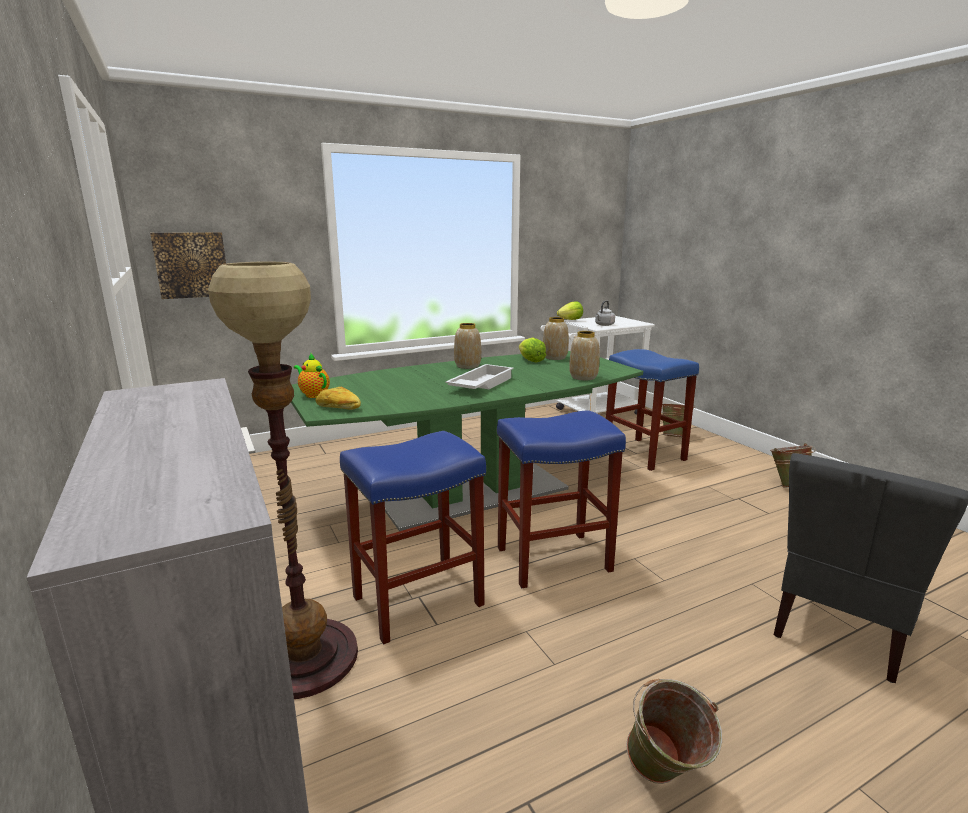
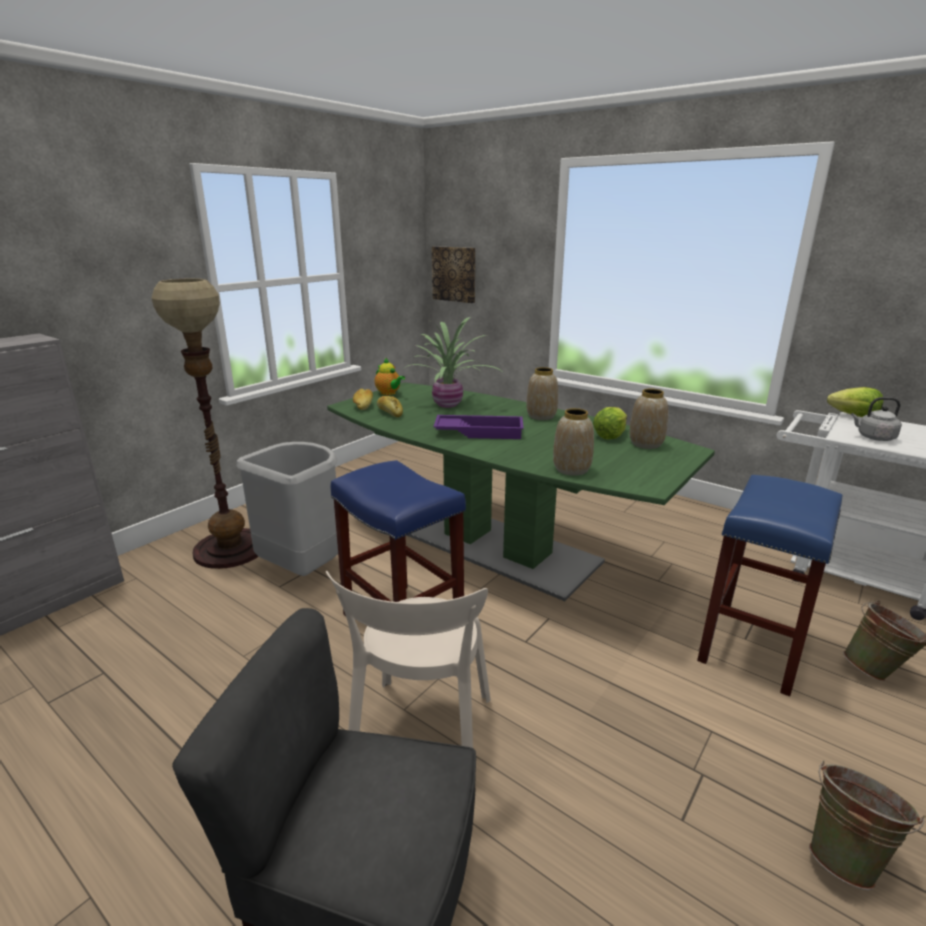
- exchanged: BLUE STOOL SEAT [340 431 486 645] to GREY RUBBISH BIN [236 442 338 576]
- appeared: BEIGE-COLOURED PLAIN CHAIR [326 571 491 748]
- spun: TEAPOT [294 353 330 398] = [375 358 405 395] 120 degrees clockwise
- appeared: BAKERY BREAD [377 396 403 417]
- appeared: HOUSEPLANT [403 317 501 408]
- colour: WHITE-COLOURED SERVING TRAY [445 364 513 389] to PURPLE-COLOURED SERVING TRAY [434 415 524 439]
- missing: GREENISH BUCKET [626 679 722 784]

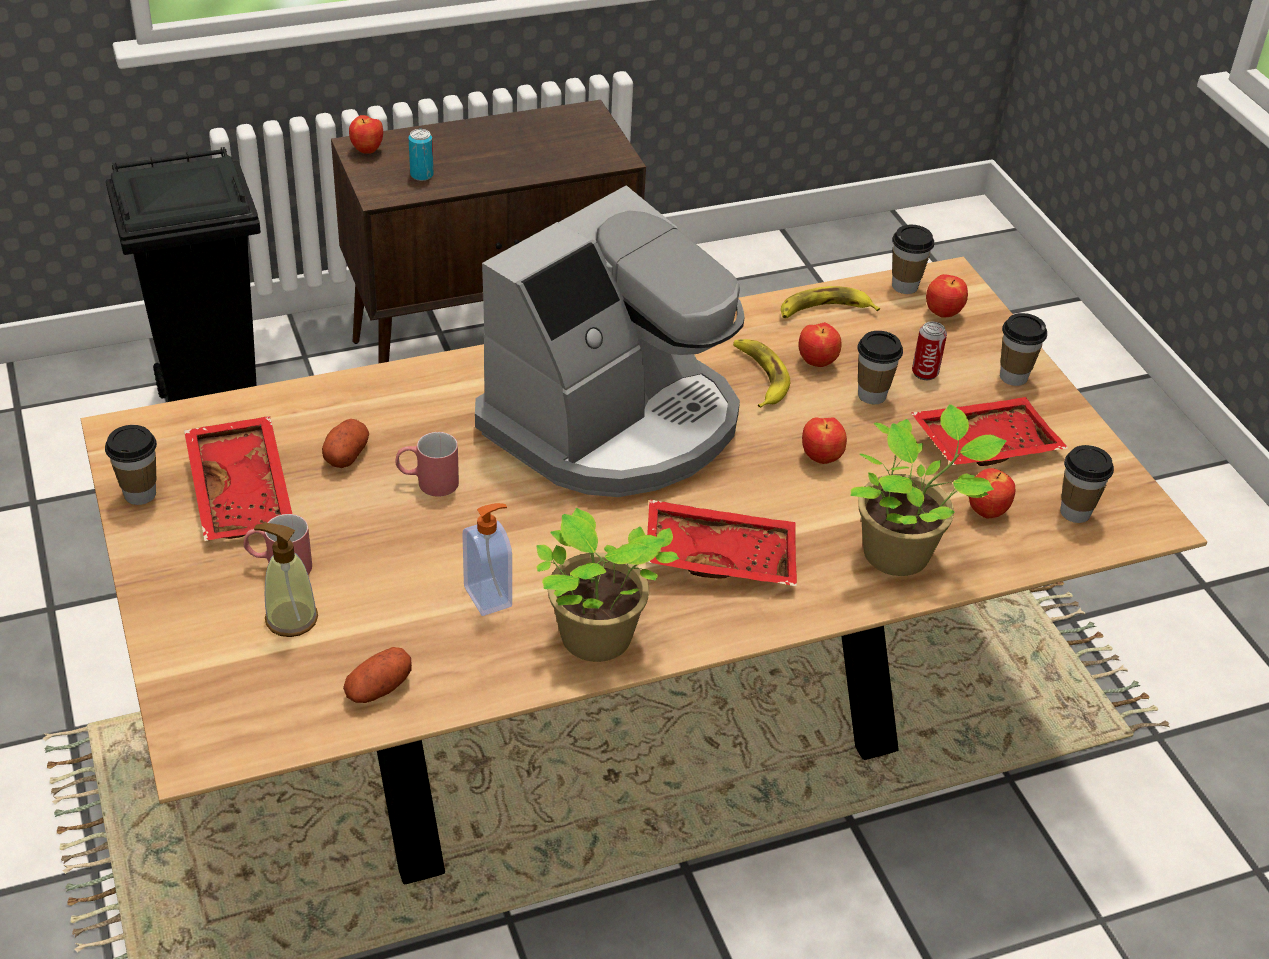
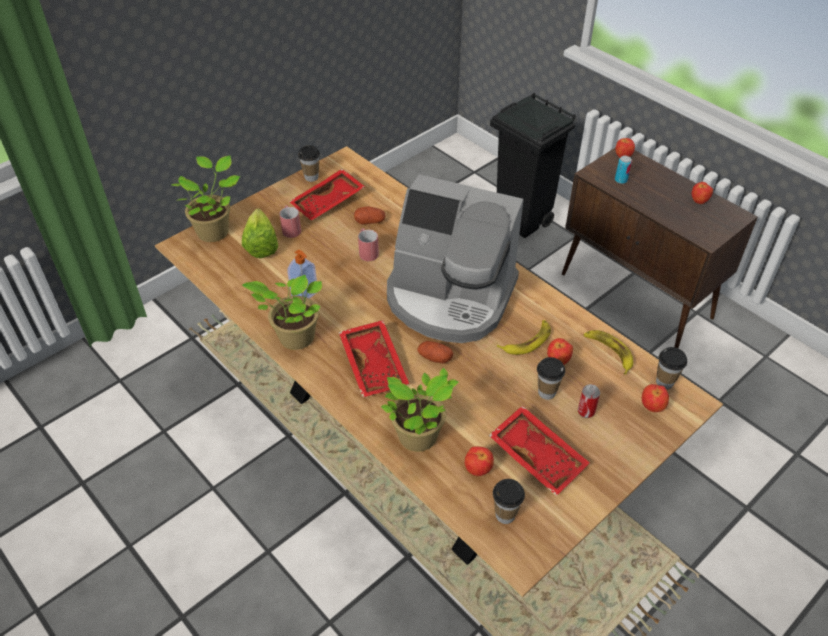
- appeared: HOUSEPLANT [172 155 240 242]
- exchanged: LIQUID SOAP BOTTLE [254 523 318 637] to LETTUCE HEAD [242 208 278 258]
- relocated: WHOLE POTATO [343 647 412 703] to [417 341 453 363]
- relocated: APPLE FRUIT [802 417 847 464] to [692 182 713 204]
- missing: SMALL CUP [1000 313 1047 386]

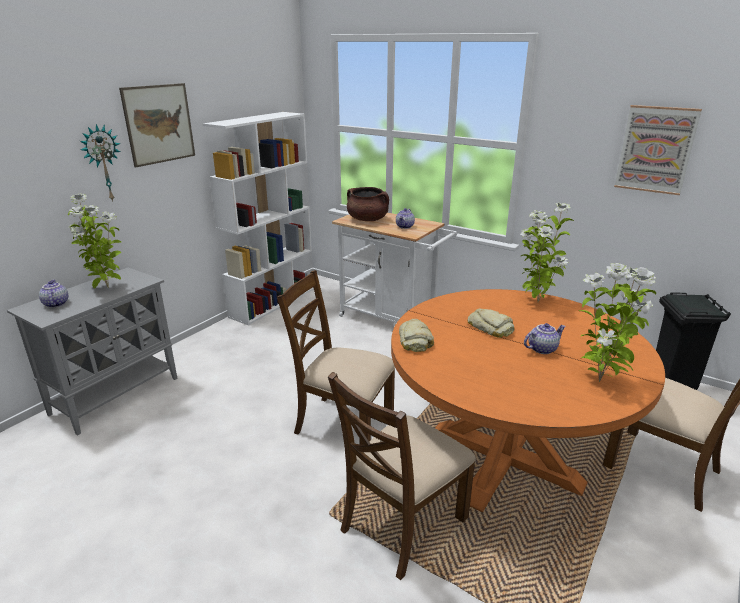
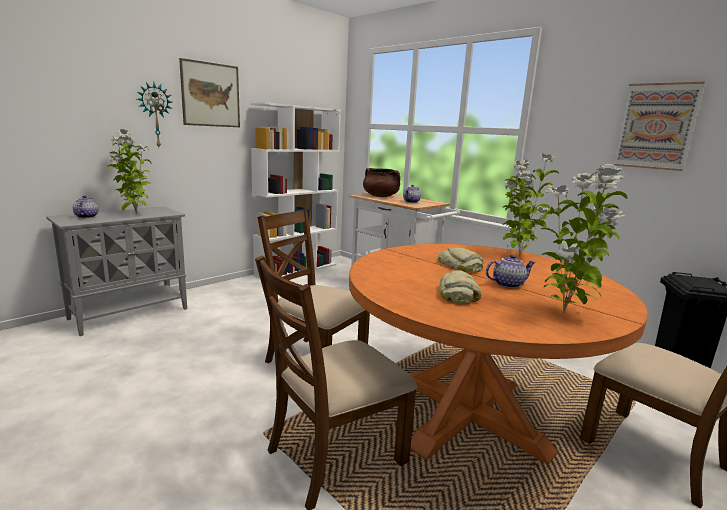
- relocated: BAKERY BREAD [399 319 434 352] to [440 270 481 304]

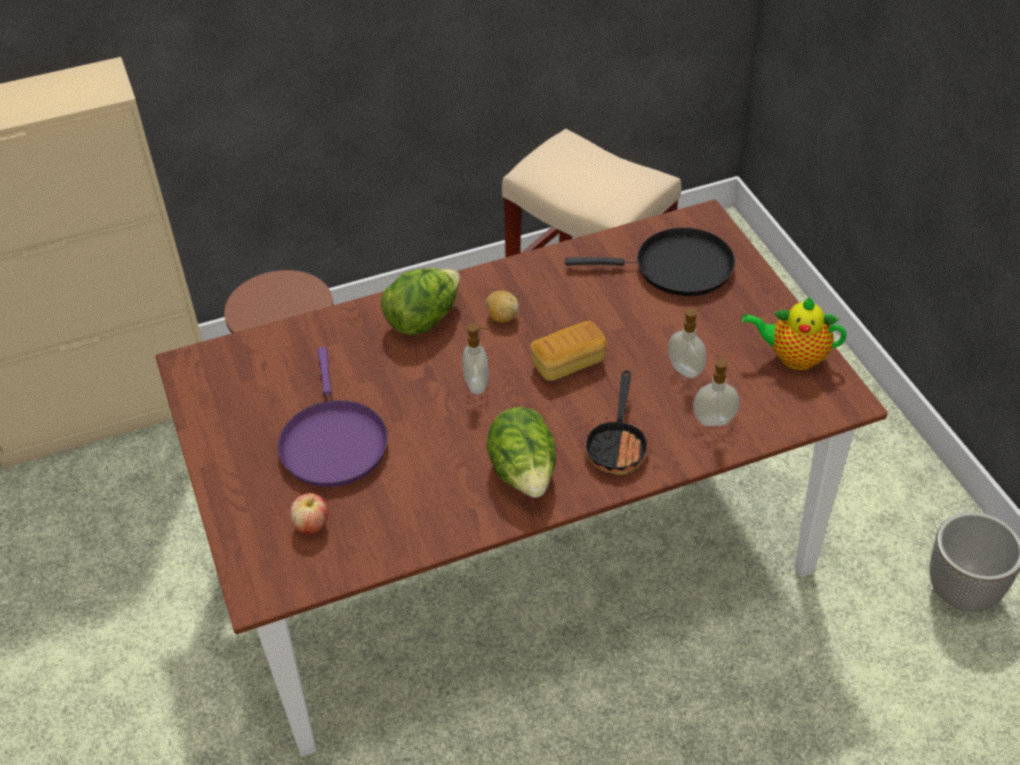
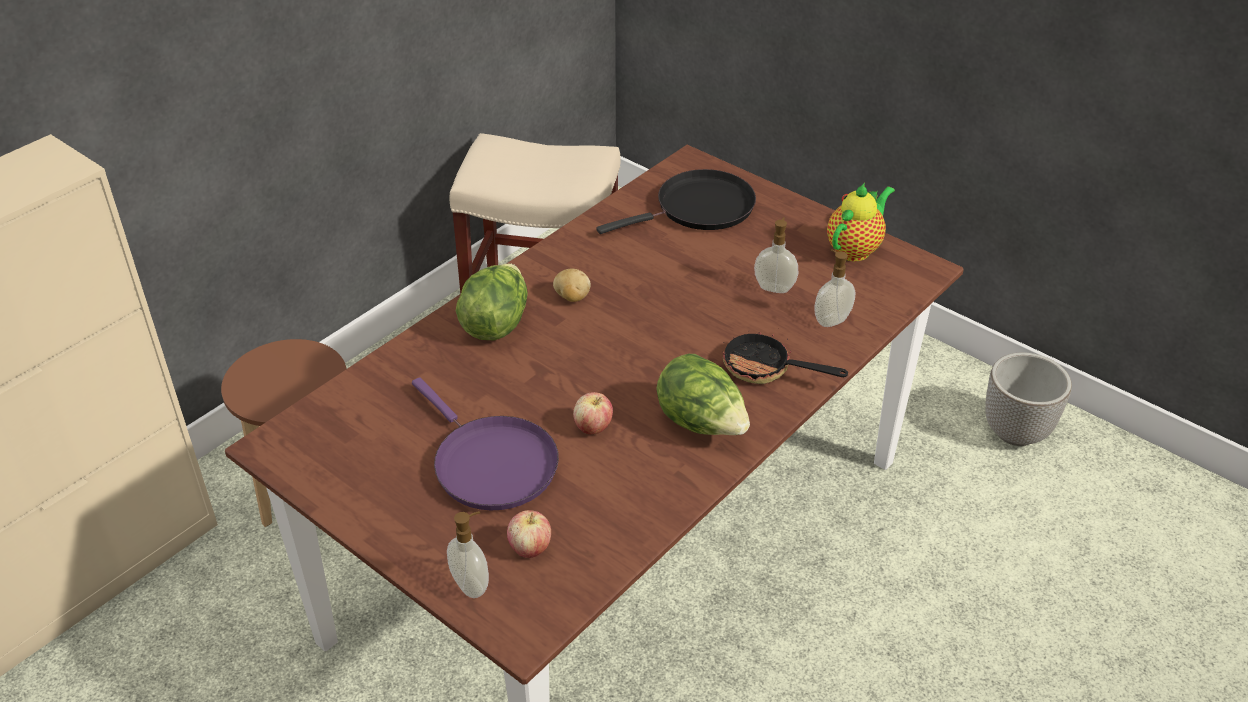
- relocated: LIQUID SOAP BOTTLE [462 323 489 394] to [447 511 489 598]
- appeared: APPLE FRUIT [573 392 613 434]
- spun: PAN [584 370 650 475] = [722 330 848 384] 135 degrees clockwise
- spun: TEAPOT [742 297 847 370] = [827 183 895 262] 150 degrees clockwise
- missing: BAKERY BREAD [530 321 606 381]

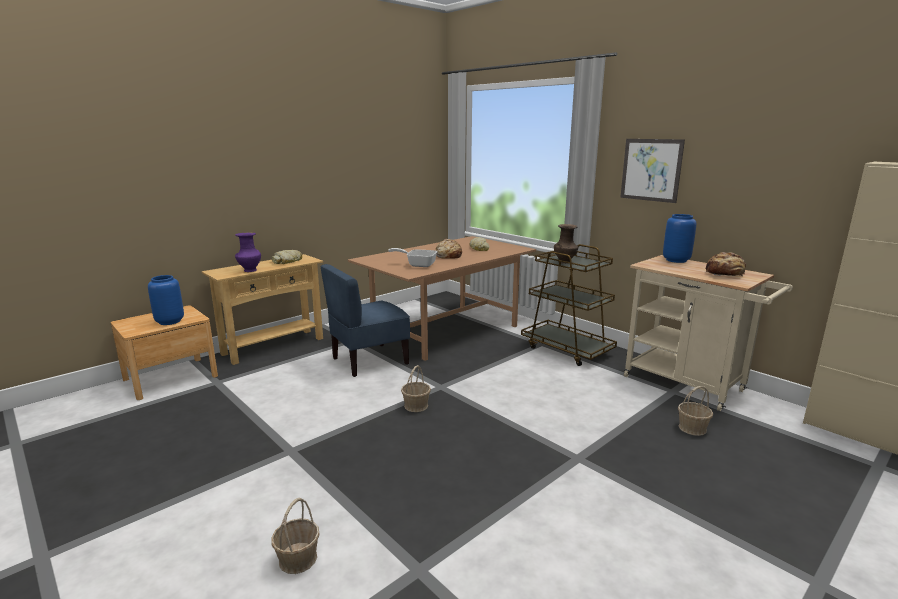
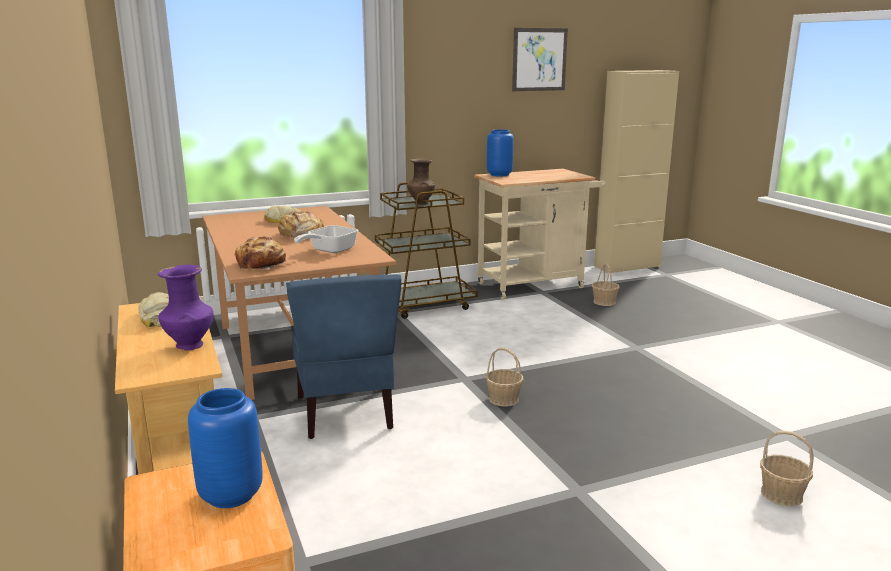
- relocated: BAKERY BREAD [705 252 746 277] to [235 236 286 270]
- relocated: WALL PICTURE [620 139 685 203] to [512 28 568 91]

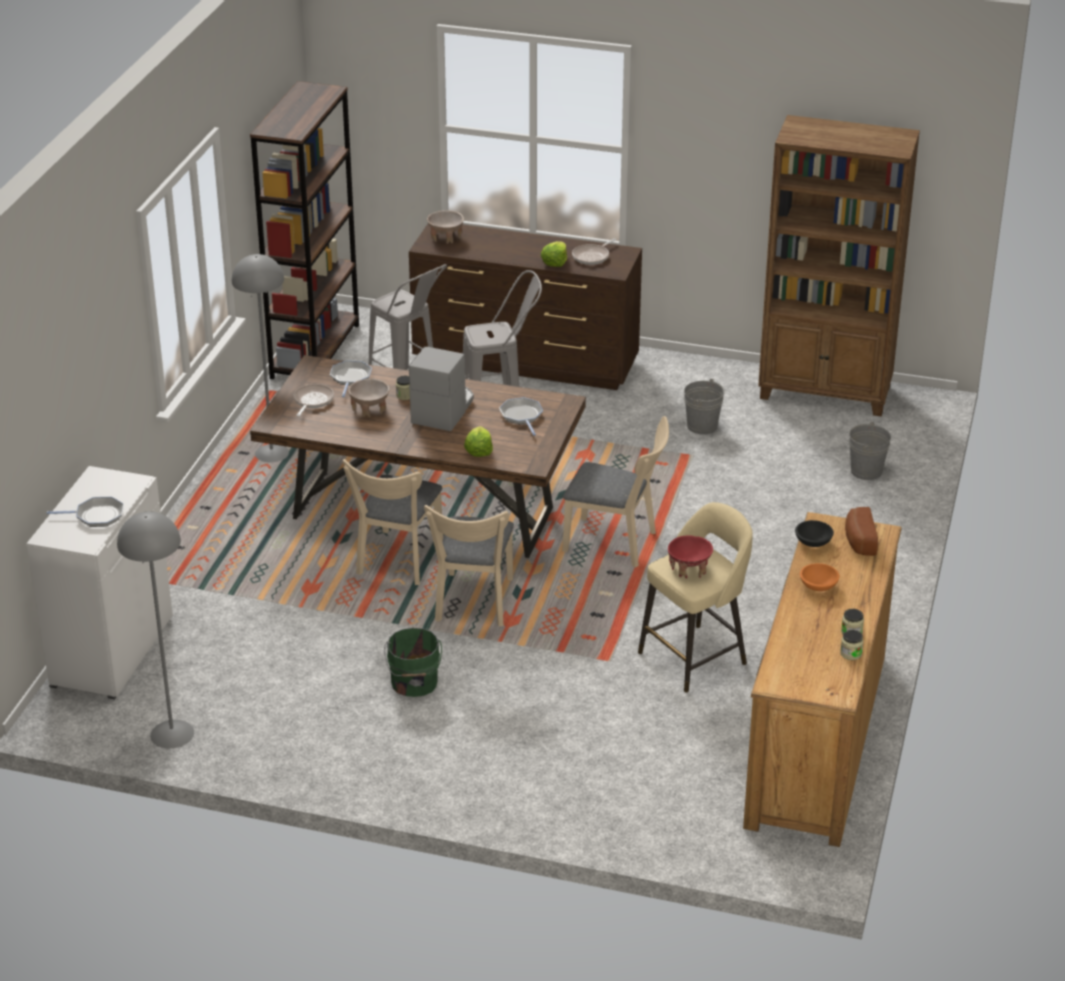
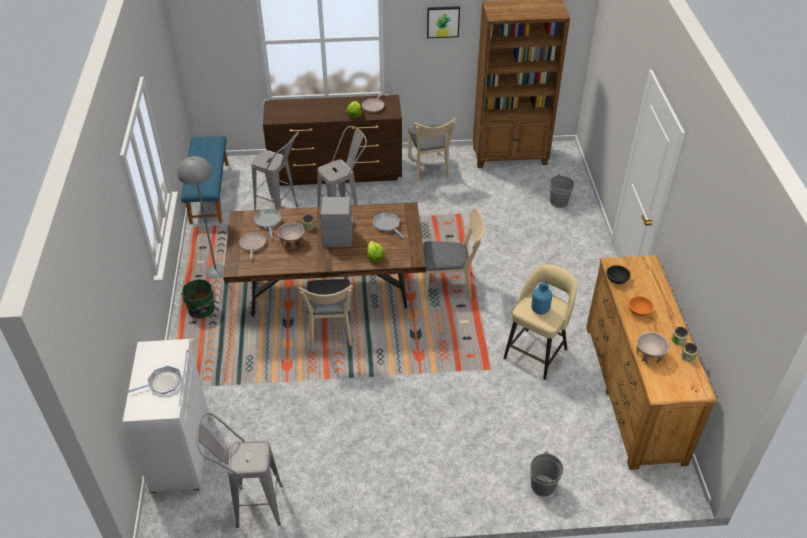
- exchanged: BROWN-COLOURED BOOKSHELF [250 81 359 379] to BLUE INDOOR BENCH [181 136 229 224]
- relocated: GREENISH BUCKET [384 628 442 697] to [181 279 215 319]
- exchanged: GREY STANDING LAMP [117 512 194 748] to GREY STOOL SEAT [196 412 283 528]
- relocated: BEIGE-COLOURED PLAIN CHAIR [424 505 514 627] to [408 118 457 182]
- appeared: WALL PICTURE [427 6 460 38]
- relocated: GREY BUCKET [684 379 725 435] to [530 451 564 497]
- exchanged: RED-COLOURED BOWL [668 536 713 579] to BLUE VASE [531 283 552 314]
- relocated: BEIGE-COLOURED BOWL [427 210 464 244] to [636 332 669 364]
- missing: BAKERY BREAD [845 507 878 556]

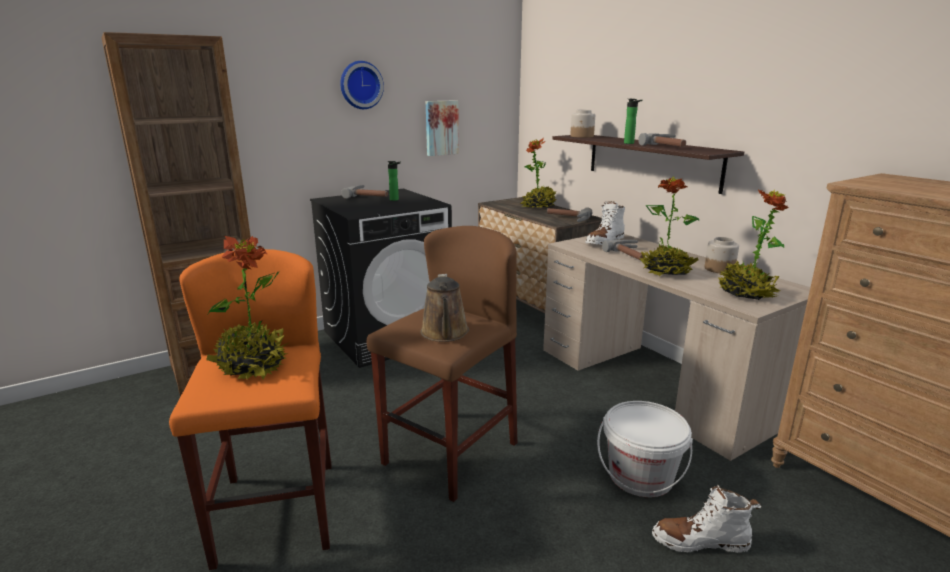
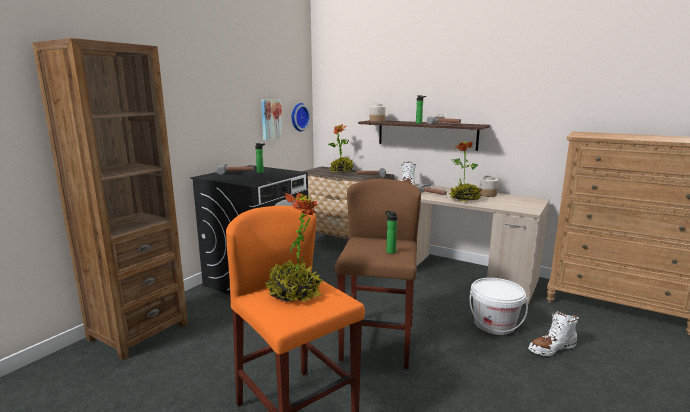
- relocated: CLOCK ON THE WALL [340 61 384 109] to [291 103 311 132]
- exchanged: BROWN-COLOURED WATERING CAN [420 274 469 342] to BEVERAGE BOTTLE [385 211 397 254]
- missing: HOUSEPLANT [718 190 789 300]

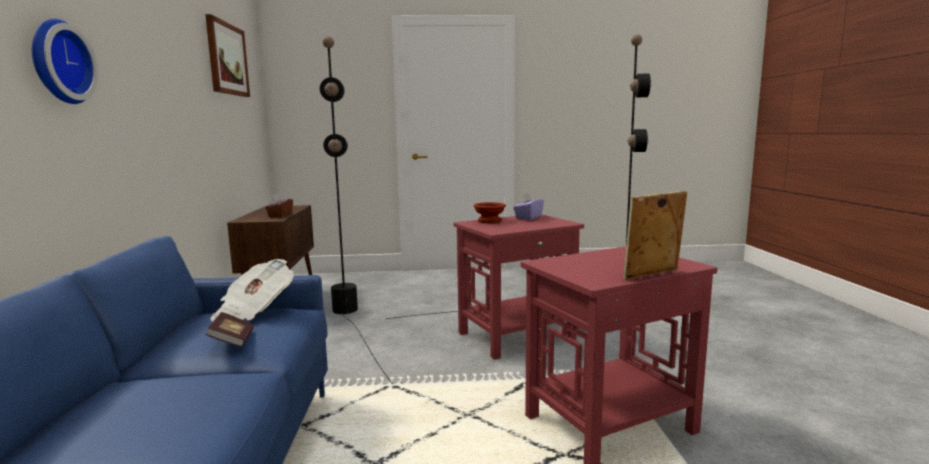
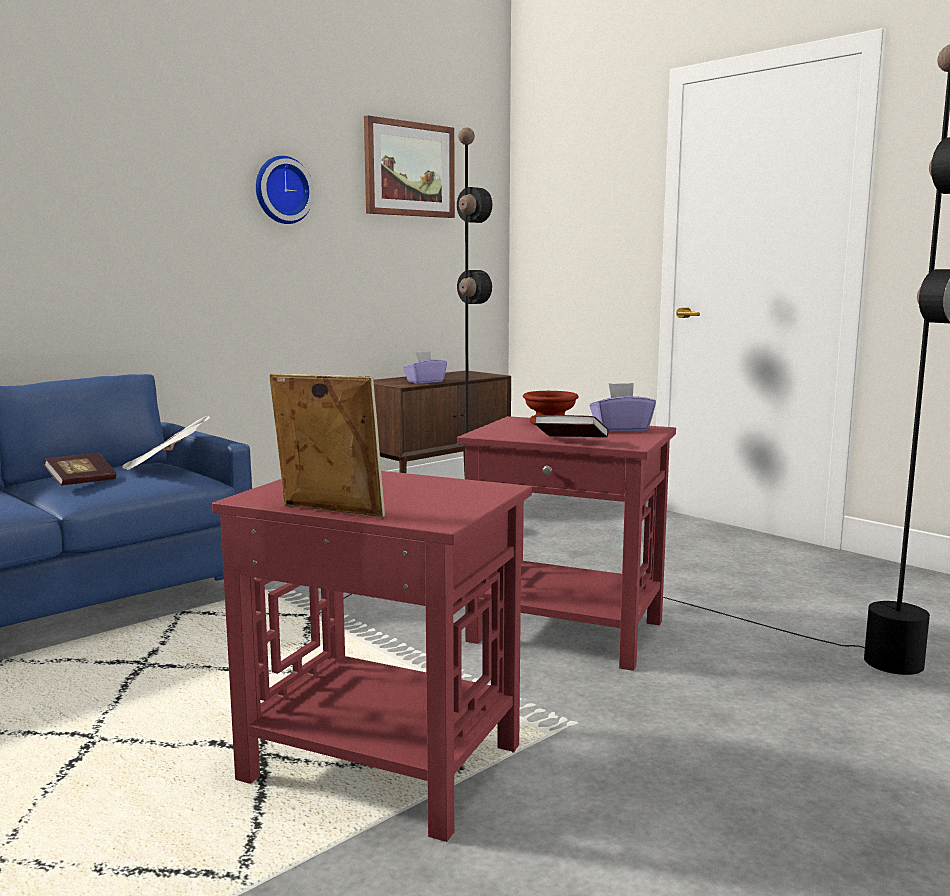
- relocated: CLOCK ON THE WALL [32 19 98 104] to [256 156 314 224]
- colour: BROWN-COLOURED TISSUE HOLDER [265 193 293 217] to PURPLE-COLOURED TISSUE HOLDER [403 351 447 384]
- appeared: BOUND BOOK [535 415 609 437]

